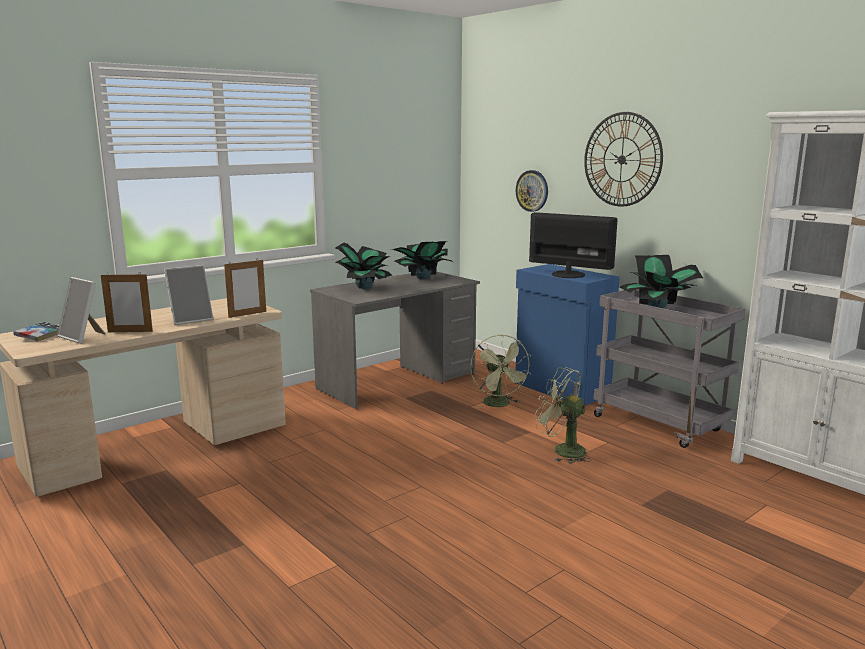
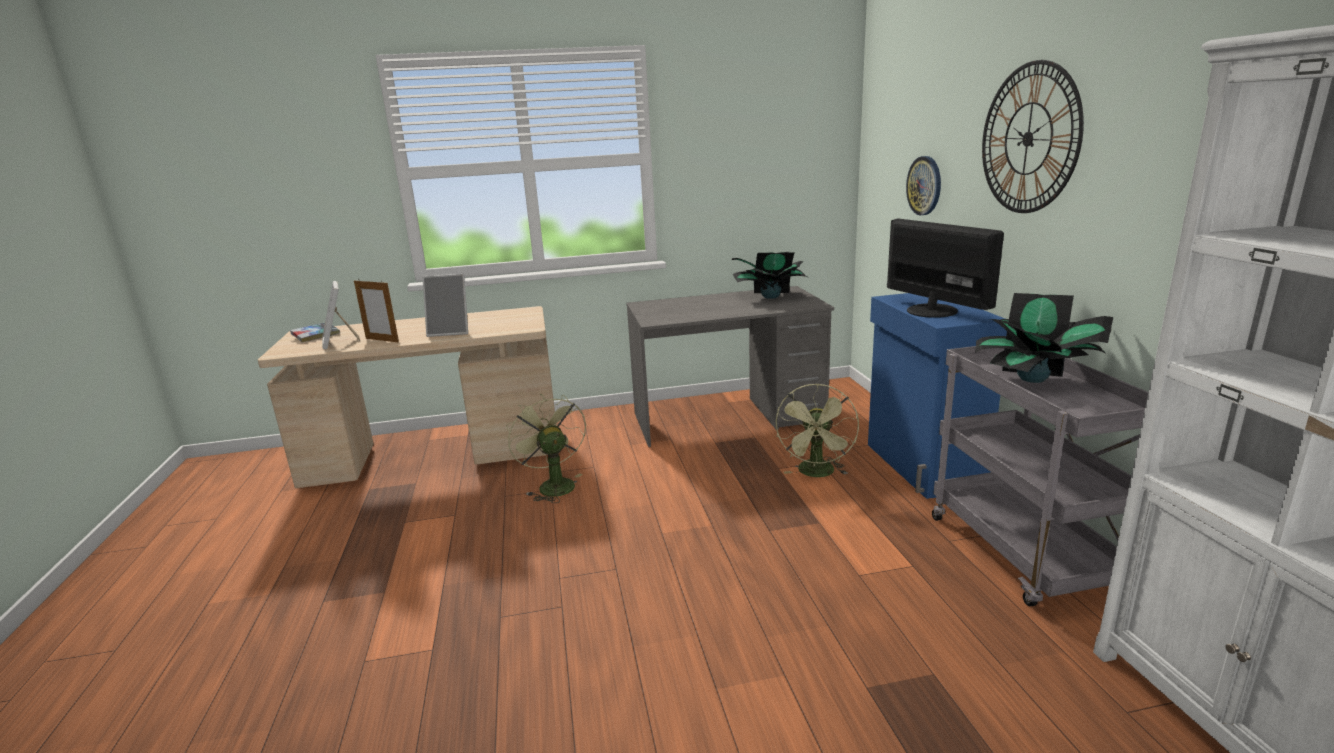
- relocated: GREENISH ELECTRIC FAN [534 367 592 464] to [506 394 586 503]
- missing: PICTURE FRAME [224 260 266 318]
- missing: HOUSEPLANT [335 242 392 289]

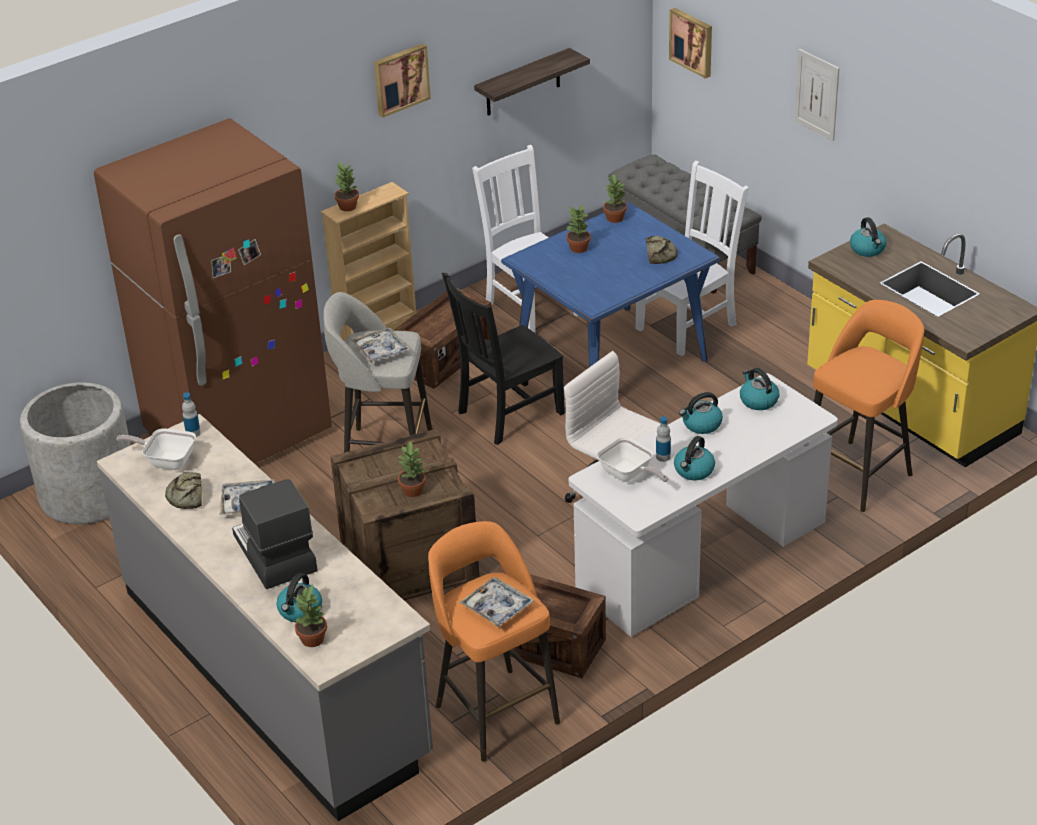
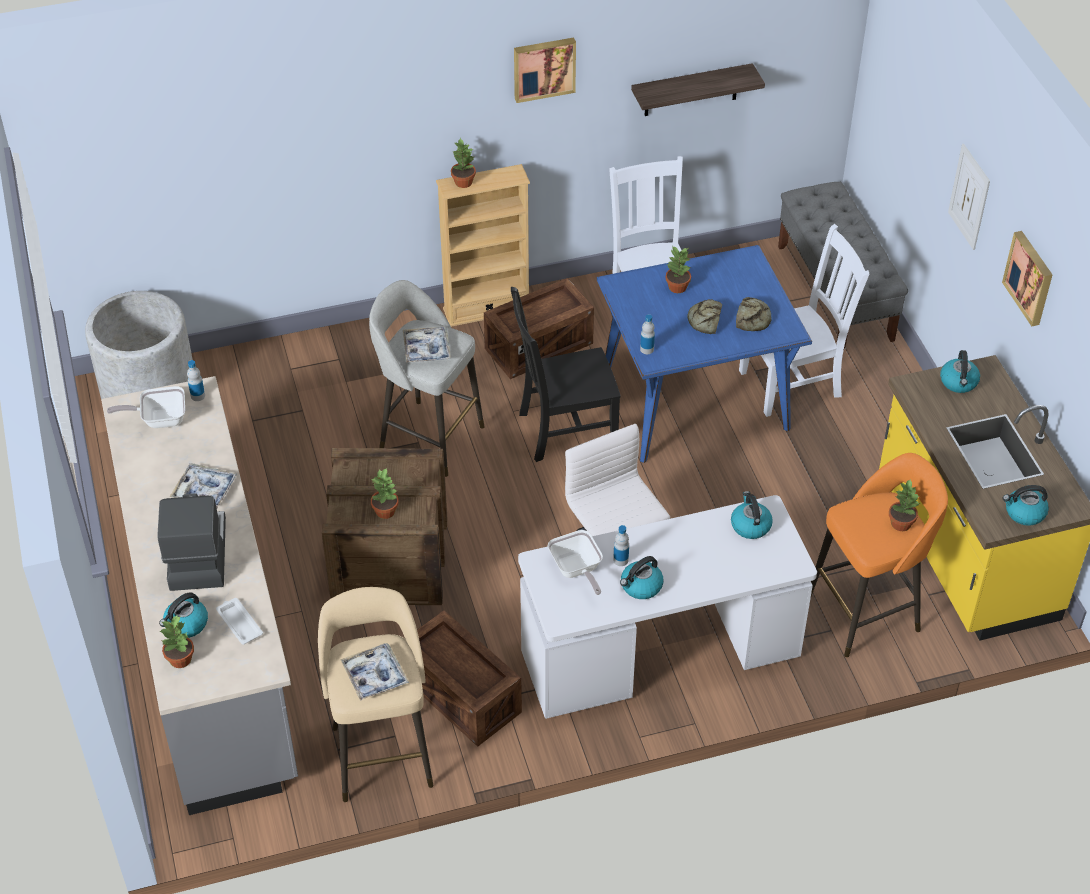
- spun: PAN [116 429 196 470] = [107 386 185 428] 45 degrees counterclockwise
- appeared: WHITE-COLOURED SERVING TRAY [216 598 263 645]
- colour: ORANGE-COLOURED STOOL SEAT [428 521 560 762] to BEIGE-COLOURED STOOL SEAT [318 587 433 802]
- appeared: BEVERAGE BOTTLE [640 314 655 354]
- relocated: BAKERY BREAD [165 472 202 509] to [687 299 722 334]
- relocated: HOUSEPLANT [603 174 627 223] to [889 479 921 531]
- relocated: WALL PICTURE [669 8 712 79] to [1002 231 1052 326]
- relocated: KETTLE [679 392 723 434] to [1003 485 1049 526]
- missing: BROWN-COLOURED FRIDGE [94 119 332 464]

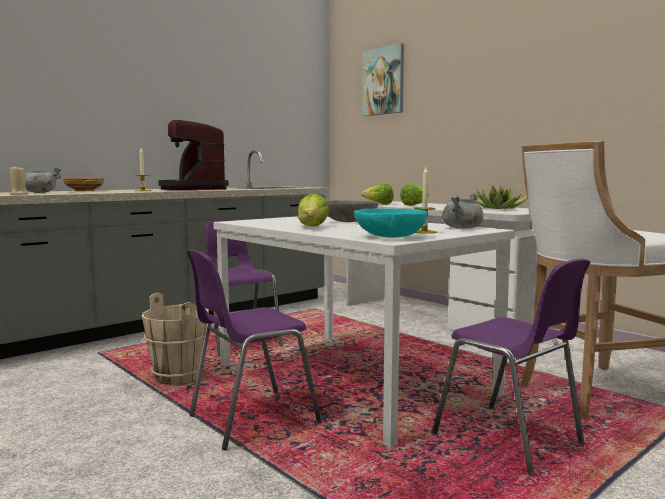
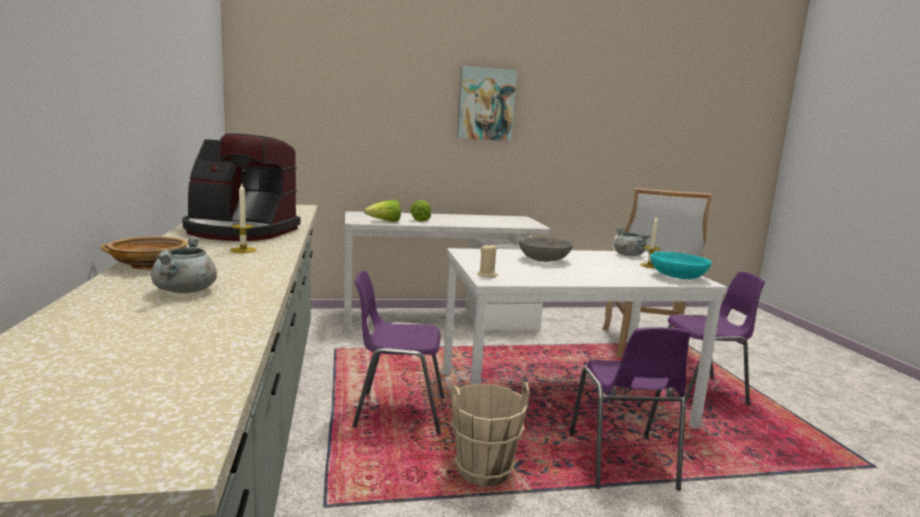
- relocated: WALL PICTURE [362 43 404 116] to [457 66 517 141]
- relocated: BEIGE-COLOURED WAX LIGHT [10 166 28 194] to [477 243 498 278]
- missing: LETTUCE HEAD [298 193 330 226]
- missing: HOUSEPLANT [477 186 527 209]

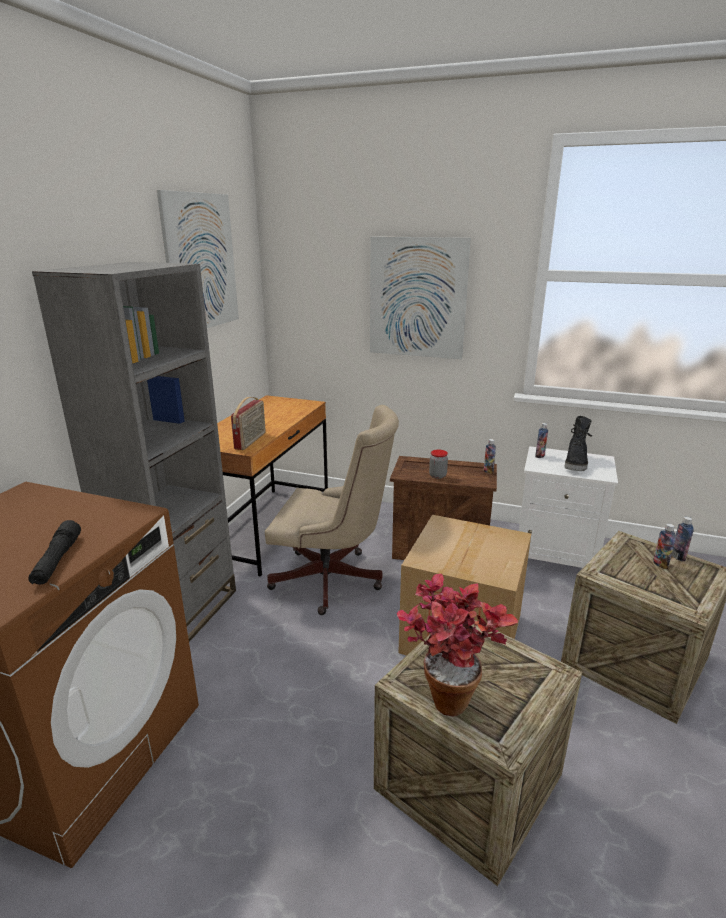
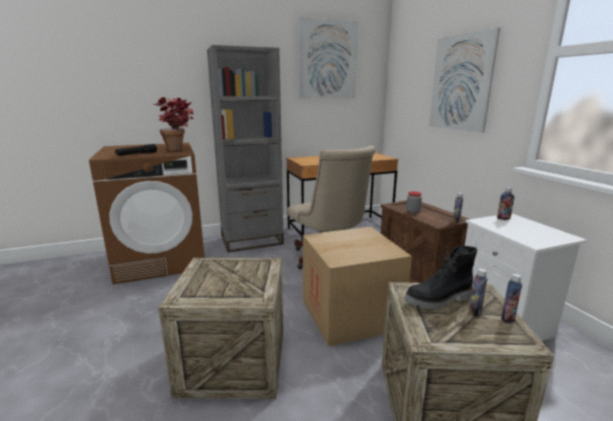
- relocated: HOUSEPLANT [397 574 518 717] to [152 97 194 151]
- relocated: BLACKISH BOOT [564 416 592 471] to [404 246 477 309]
- missing: RADIO RECEIVER [231 397 266 450]

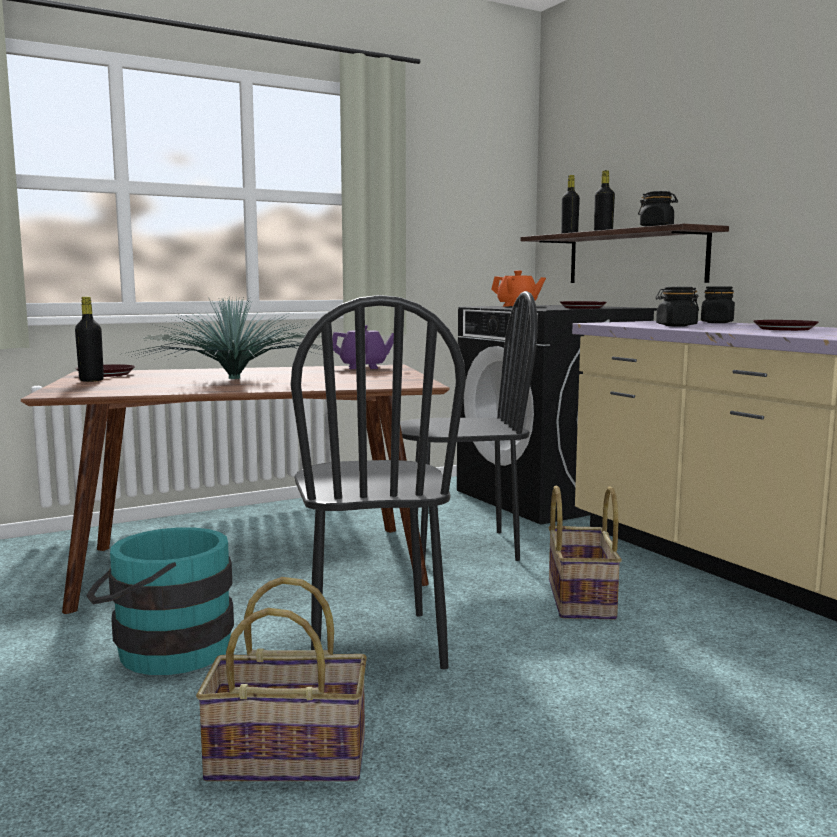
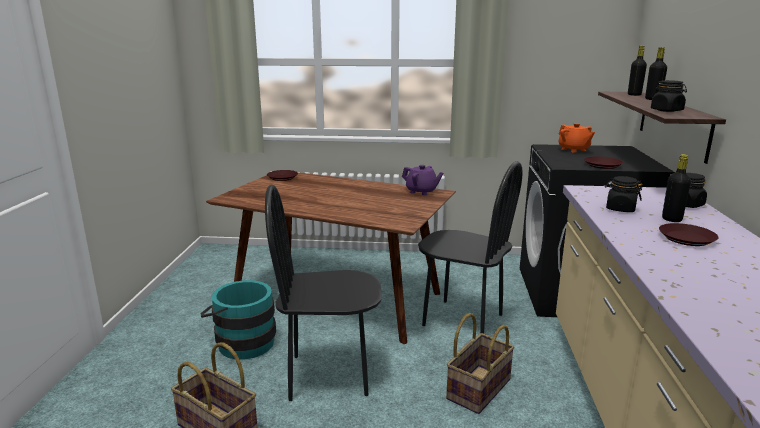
- spun: BLACKISH PLAIN CHAIR [290 295 466 669] = [265 185 382 401] 60 degrees clockwise
- relocated: BLACKISH BEVERAGE BOTTLE [75 296 104 382] to [662 154 691 222]
- missing: HOUSEPLANT [123 297 335 379]

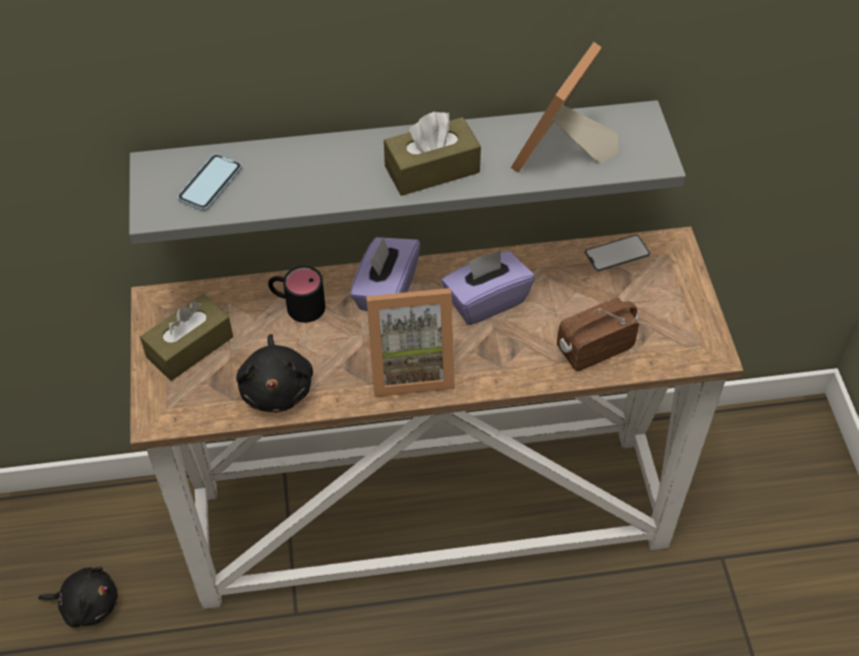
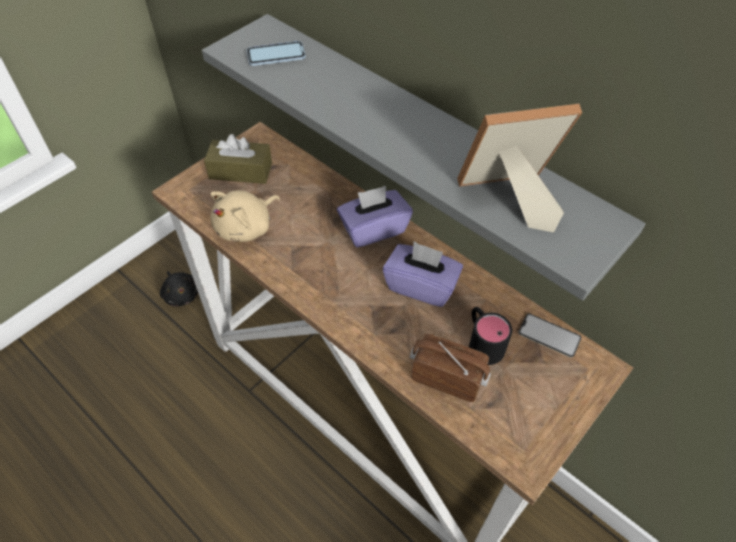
- colour: BLACKISH SOFT TOY [236 334 313 412] to BEIGE-COLOURED SOFT TOY [210 190 280 242]
- relocated: BLACKISH TEA MUG [268 266 325 323] to [469 307 512 365]
- missing: PICTURE FRAME [366 288 455 397]
- missing: BROWN-COLOURED TISSUE HOLDER [384 112 481 196]

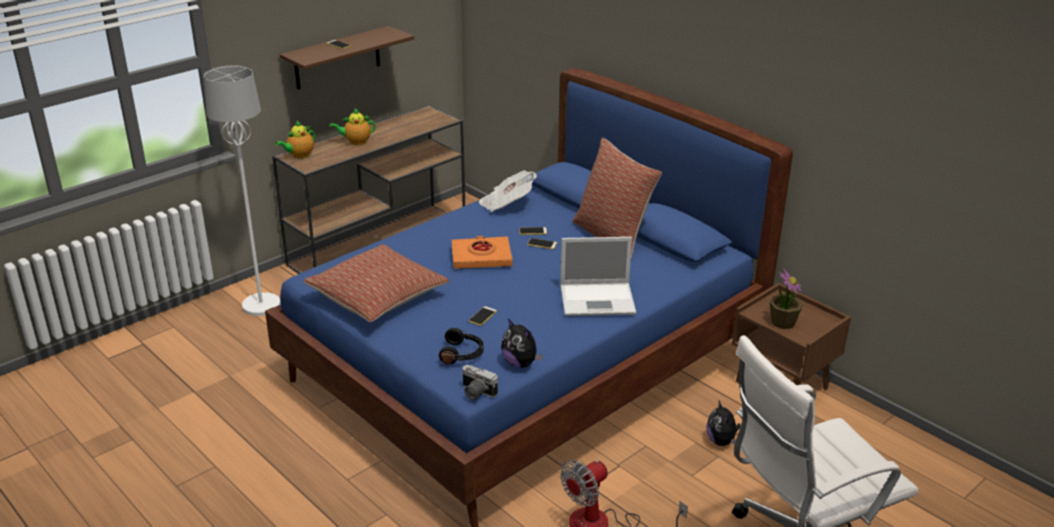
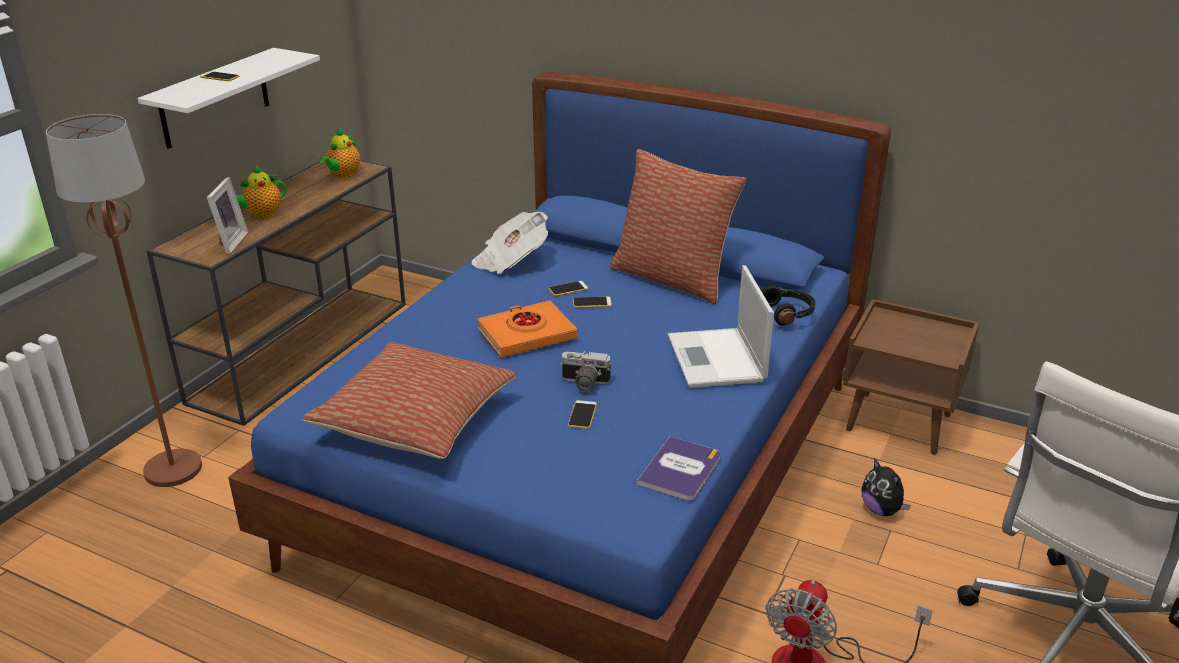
- colour: WHITE-COLOURED STANDING LAMP [204 66 281 316] to BROWN-COLOURED STANDING LAMP [46 114 202 487]
- colour: BROWN-COLOURED WALL SHELF [280 26 414 90] to WHITE-COLOURED WALL SHELF [137 48 320 149]
- appeared: PICTURE FRAME [207 177 248 254]
- relocated: TEAPOT [275 120 315 159] to [319 128 360 178]
- relocated: PHOTO CAMERA [461 365 498 400] to [560 351 611 391]
- exchanged: SOFT TOY [501 318 543 368] to BOUND BOOK [637 436 721 500]
- spun: PORTABLE COMPUTER [560 237 636 316] = [668 265 774 388] 105 degrees clockwise
- relocated: BLACKISH HEADSET [439 328 484 364] to [762 286 815 326]
- missing: HOUSEPLANT [770 268 803 329]

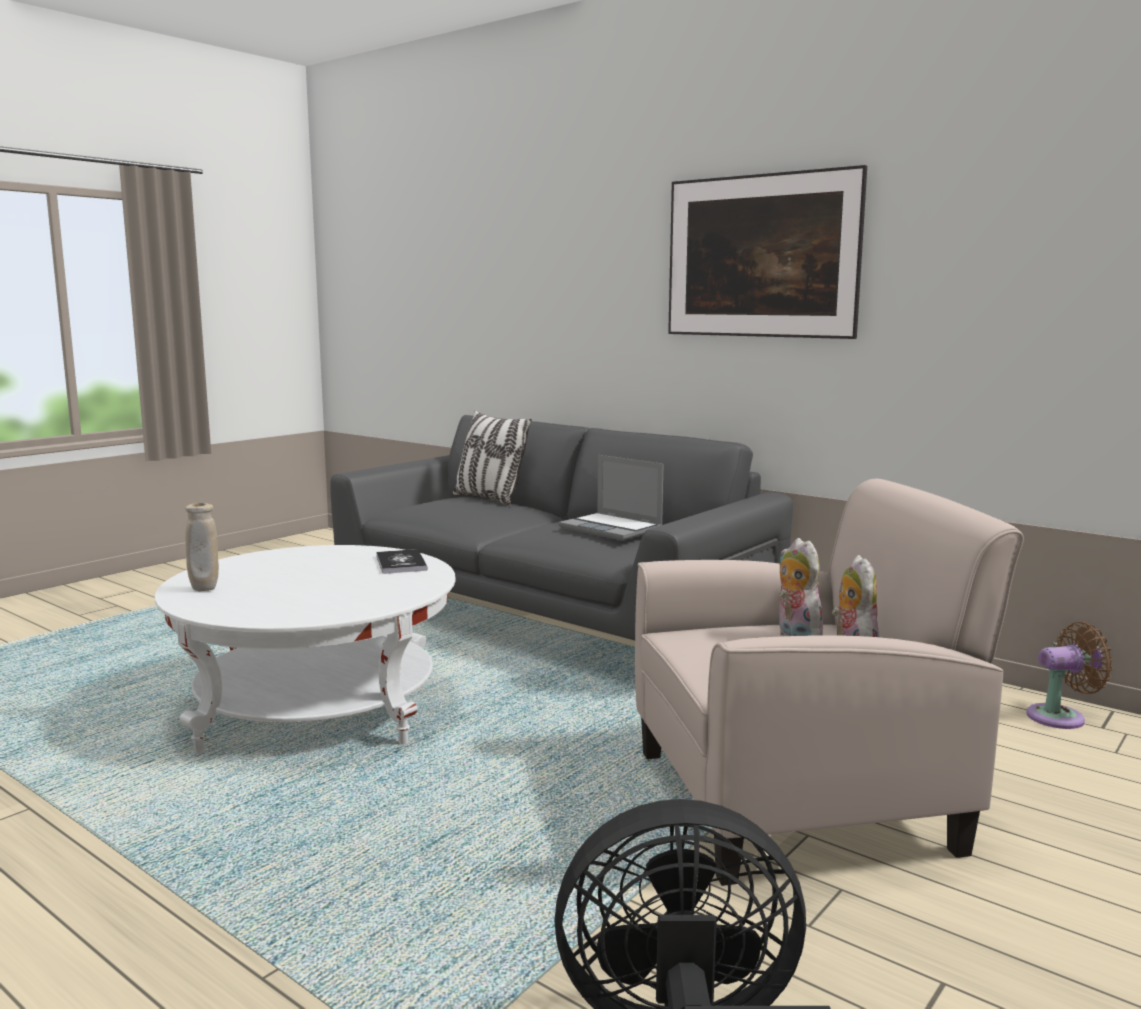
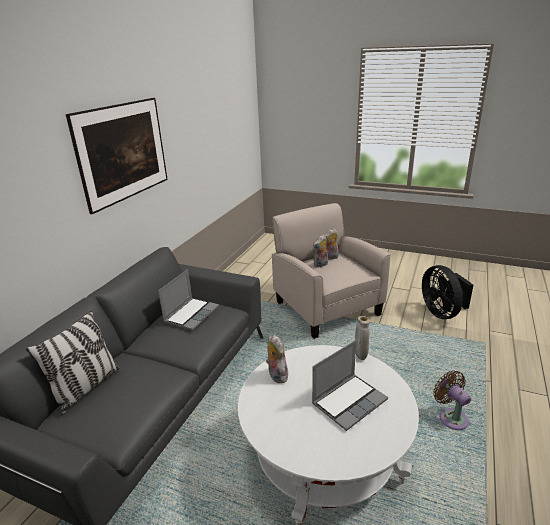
- exchanged: BOUND BOOK [376 549 428 574] to SOFT TOY [266 335 288 383]
- appeared: PORTABLE COMPUTER [312 340 388 431]
- relocated: BEIGE-COLOURED VASE [185 503 219 591] to [355 316 370 360]
- relocated: BROWN-COLOURED ELECTRIC FAN [1026 622 1113 729] to [433 371 471 430]

